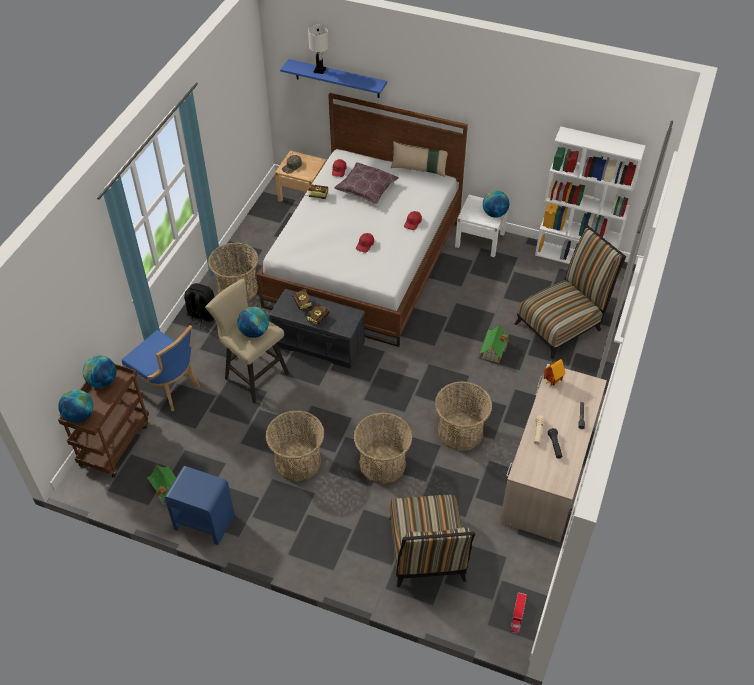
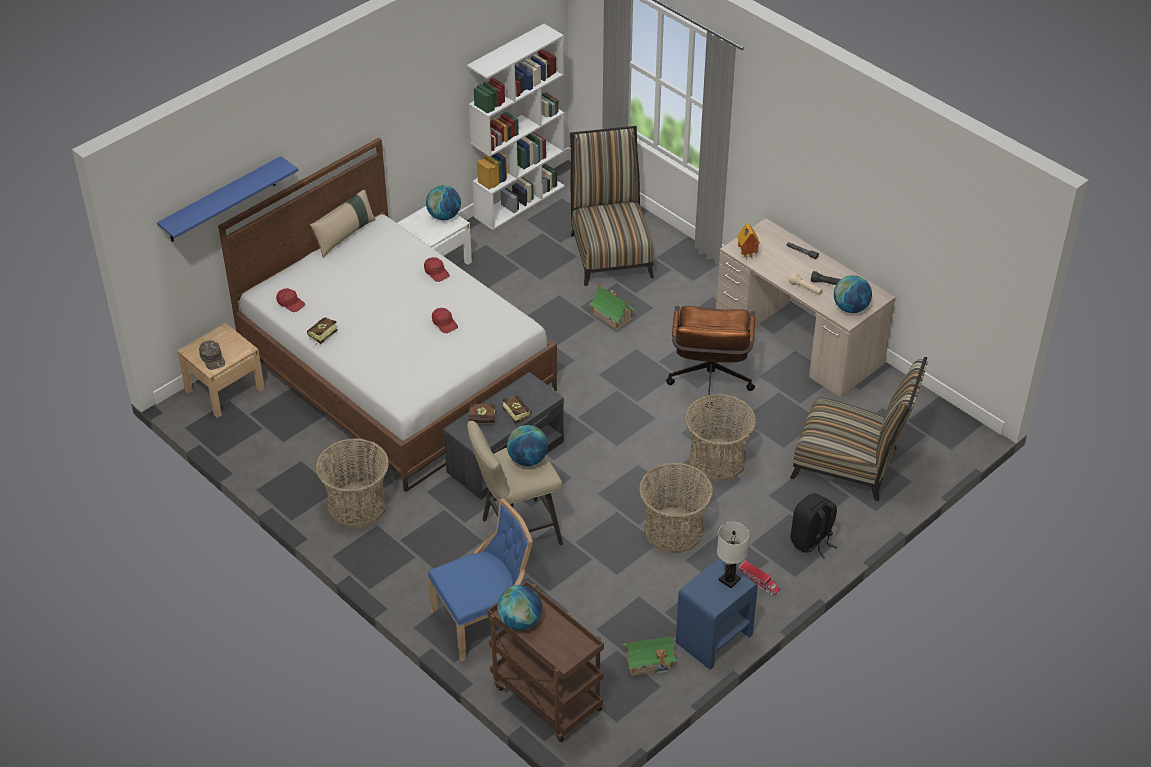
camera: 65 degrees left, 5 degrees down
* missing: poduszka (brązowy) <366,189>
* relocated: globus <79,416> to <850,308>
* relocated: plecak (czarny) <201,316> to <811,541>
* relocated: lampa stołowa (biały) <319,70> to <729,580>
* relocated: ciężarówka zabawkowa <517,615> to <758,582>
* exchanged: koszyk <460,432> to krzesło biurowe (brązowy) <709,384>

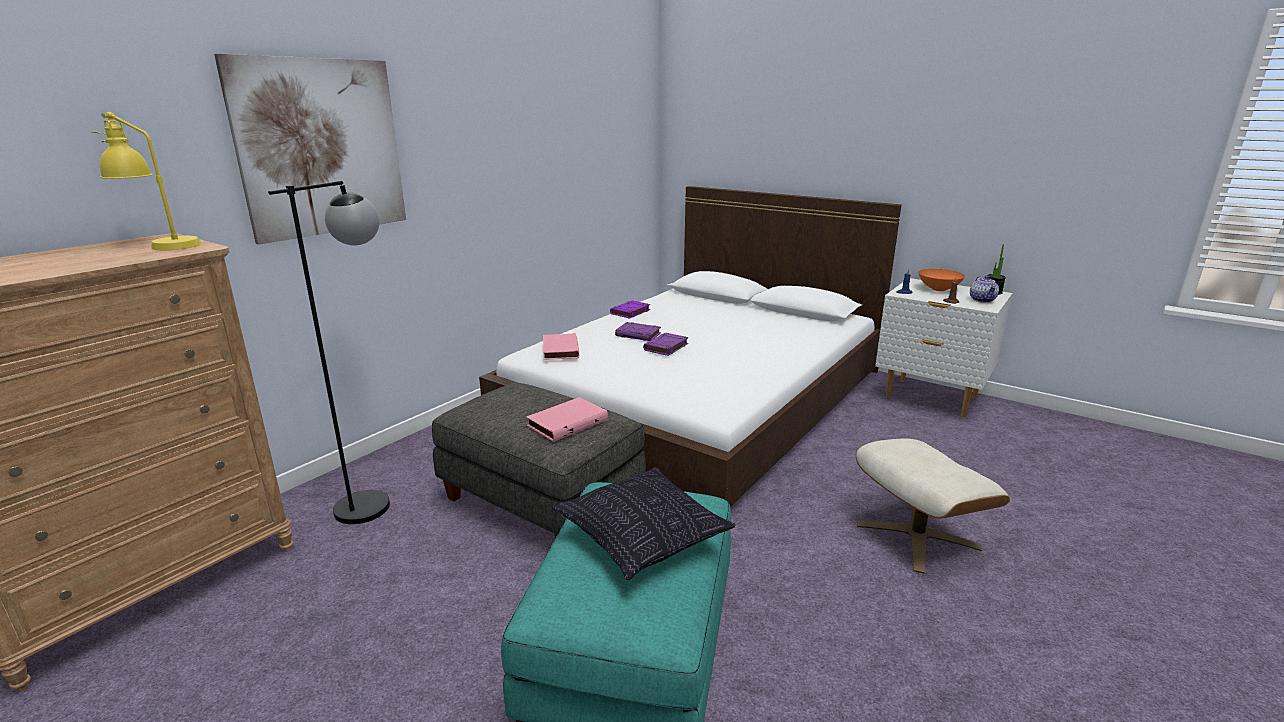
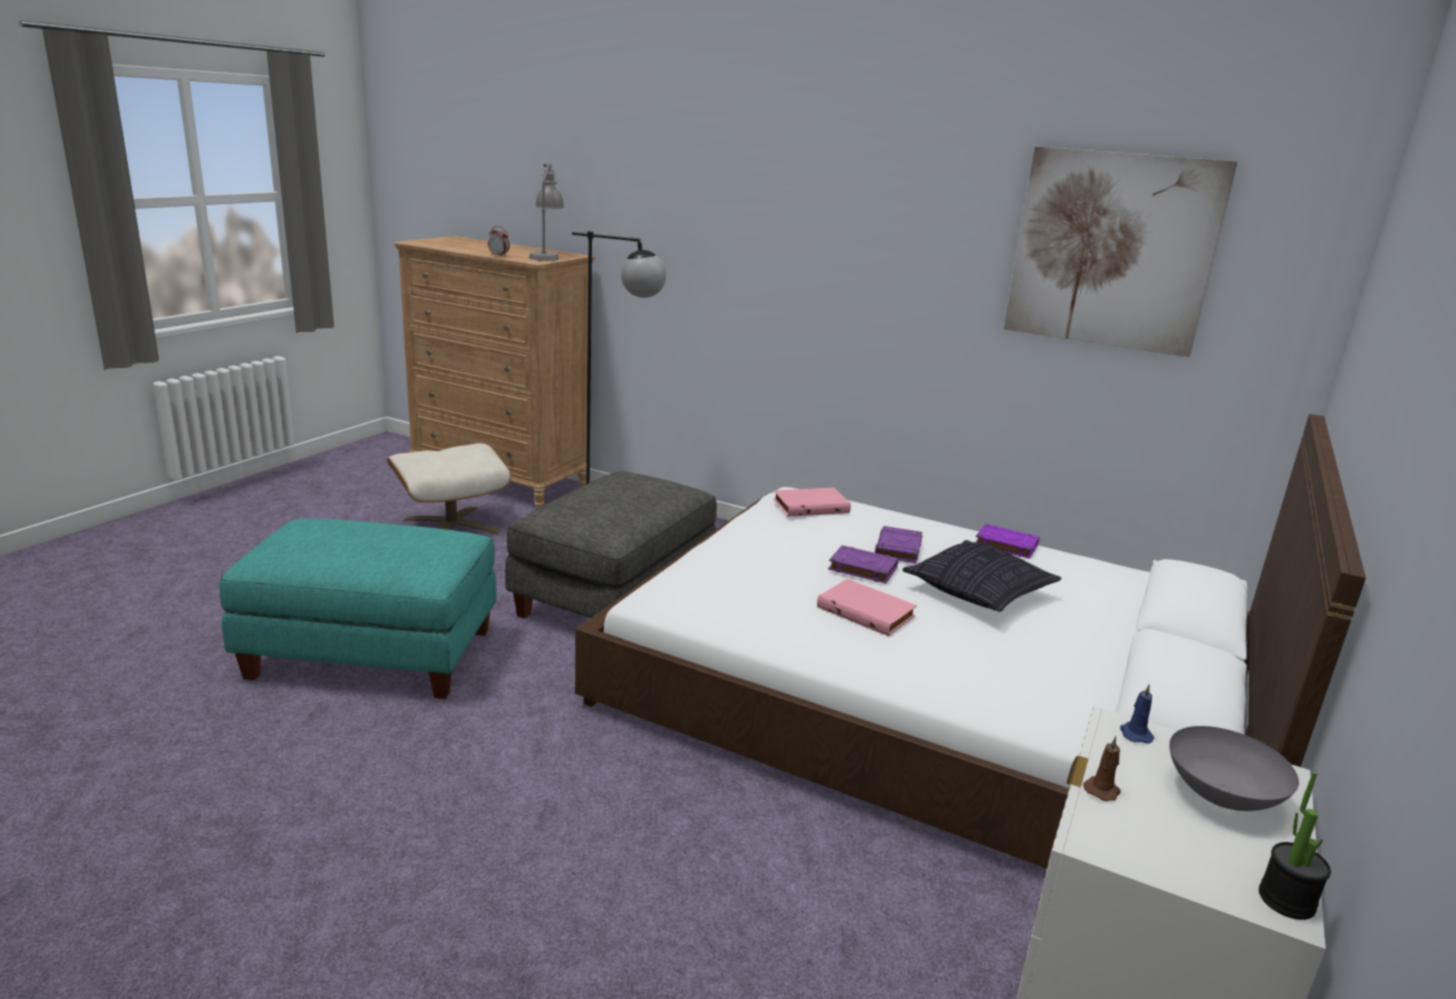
camera: 80 degrees right, 0 degrees up
* missing: imbryk <983,300>
* appeared: budzik <499,256>
* relocated: obraz <321,148> to <1112,251>
* relocated: książka (różowy) <566,422> to <867,611>
* relocated: poduszka <643,537> to <978,593>
* relocated: pufa (beżowy) <916,536> to <451,525>
* colour: lampa stołowa (żółty) <160,245> to lampa stołowa (szary) <546,256>
* colour: miska (pomarańczowy) <939,289> to miska (szary) <1219,797>

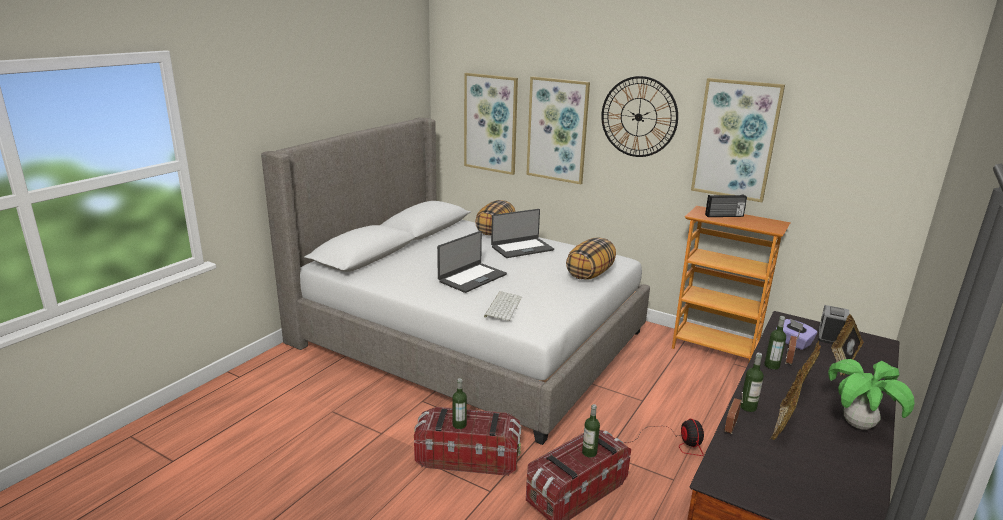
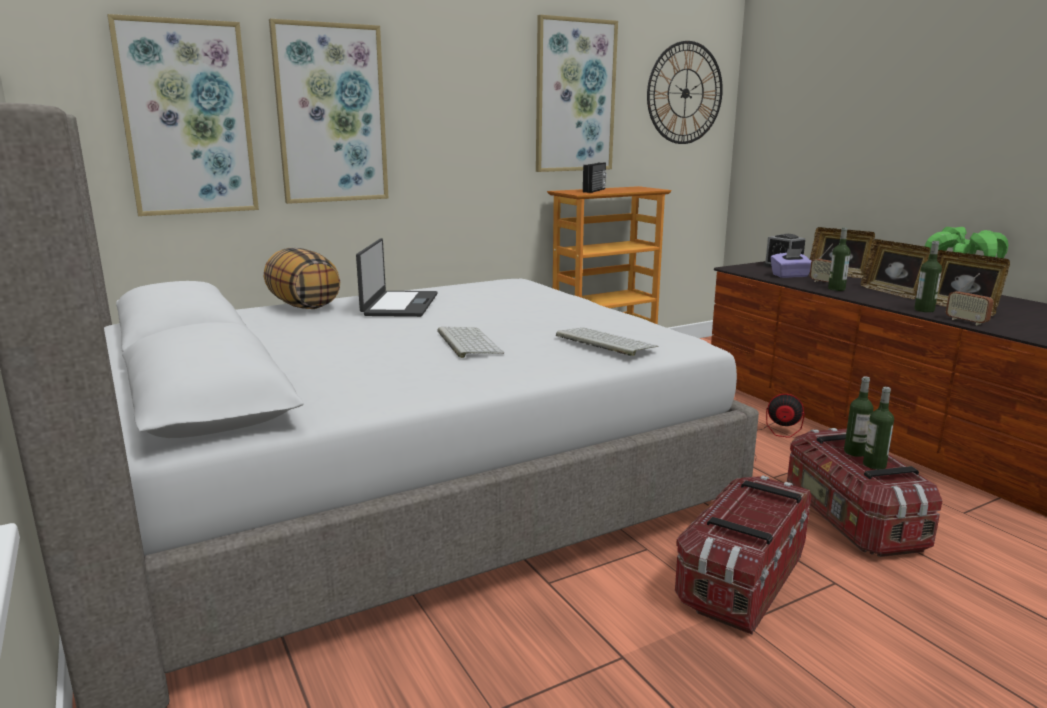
camera: 60 degrees left, 5 degrees down
* missing: poduszka <589,274>
* relocated: butelka <459,425> to <874,465>
* relocated: zegar ścienny <638,117> to <685,93>
* exchanged: laptop <472,278> to klawiatura <467,342>

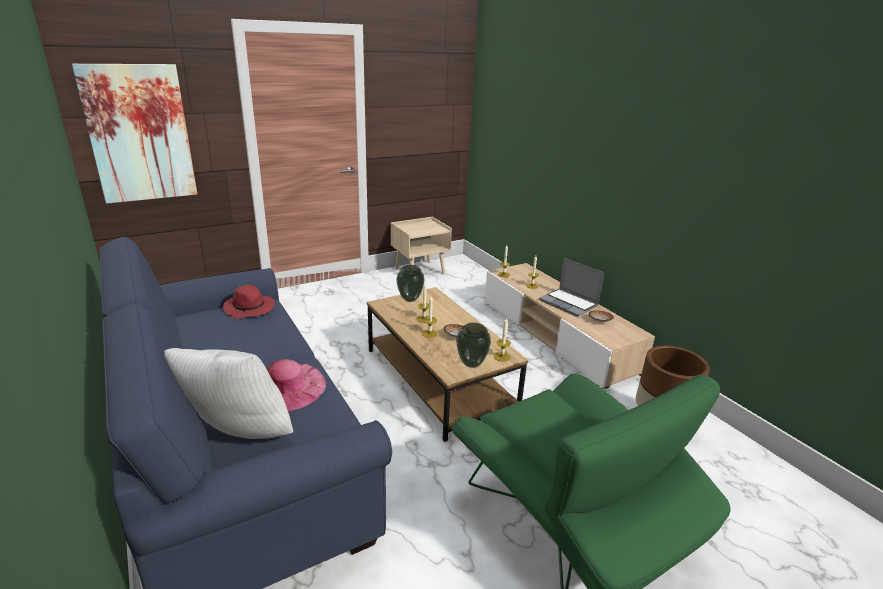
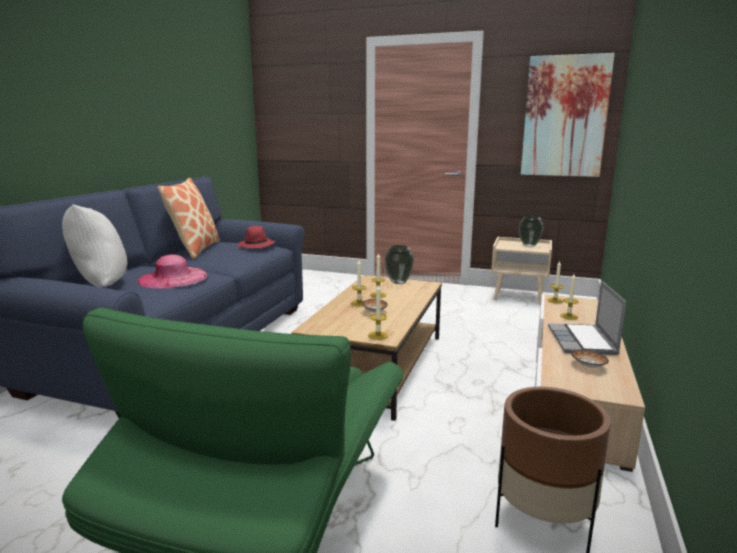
camera: 50 degrees right, 10 degrees down
* appeared: poduszka <194,249>
* relocated: obraz <139,134> to <565,117>
* relocated: wazon <471,364> to <528,246>

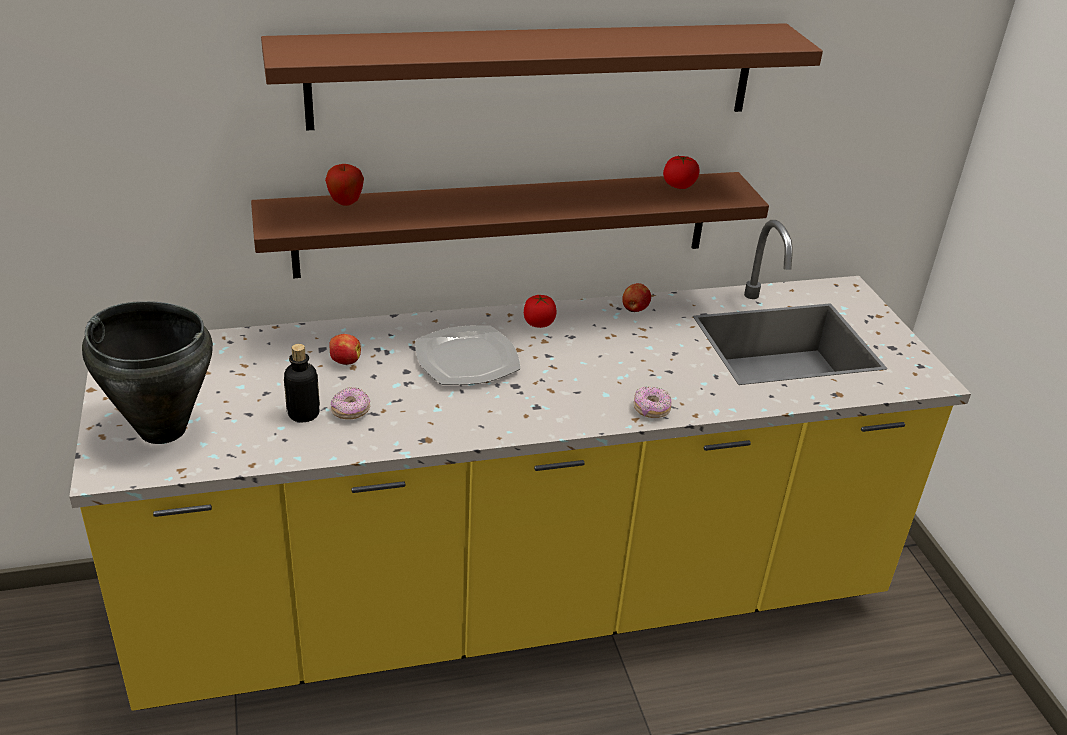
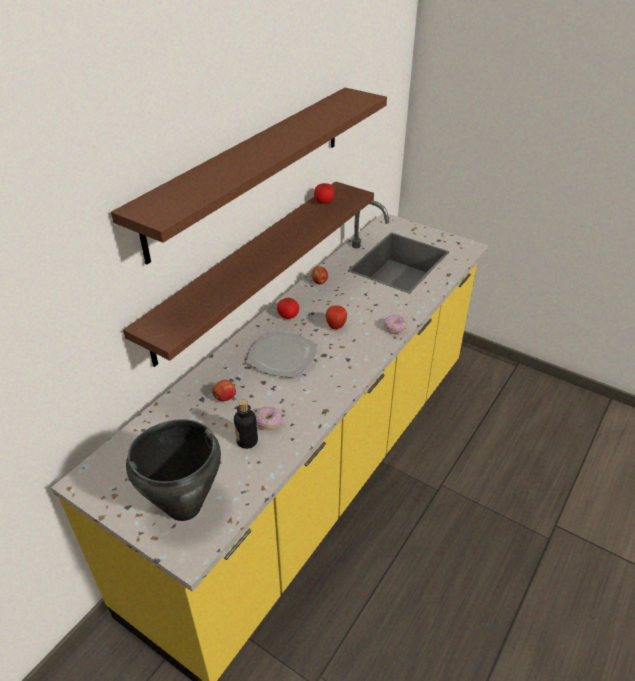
camera: 40 degrees left, 5 degrees up
* relocated: jabłko <346,203> to <335,327>

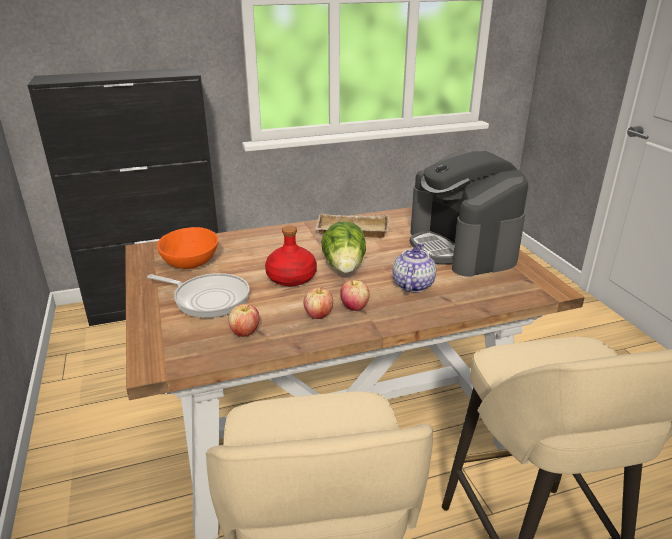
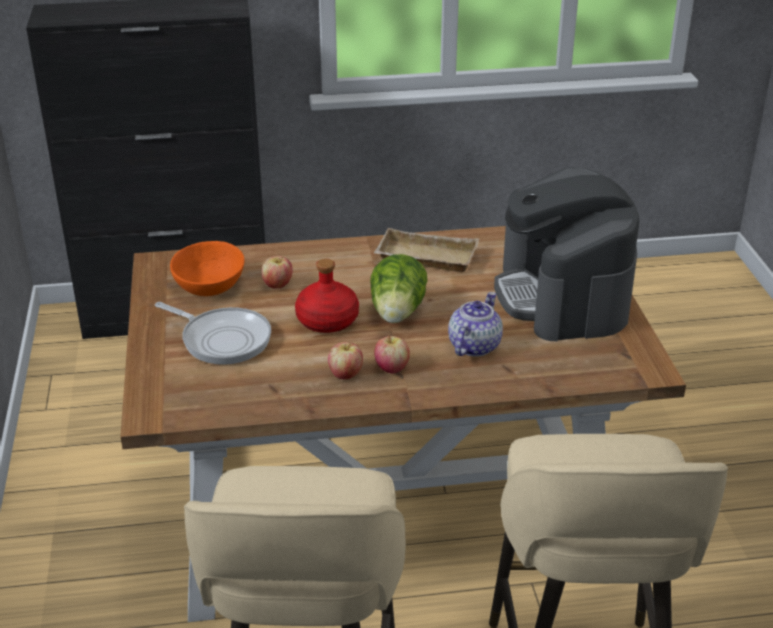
camera: 10 degrees right, 5 degrees up
* relocated: jabłko <245,332> to <277,285>

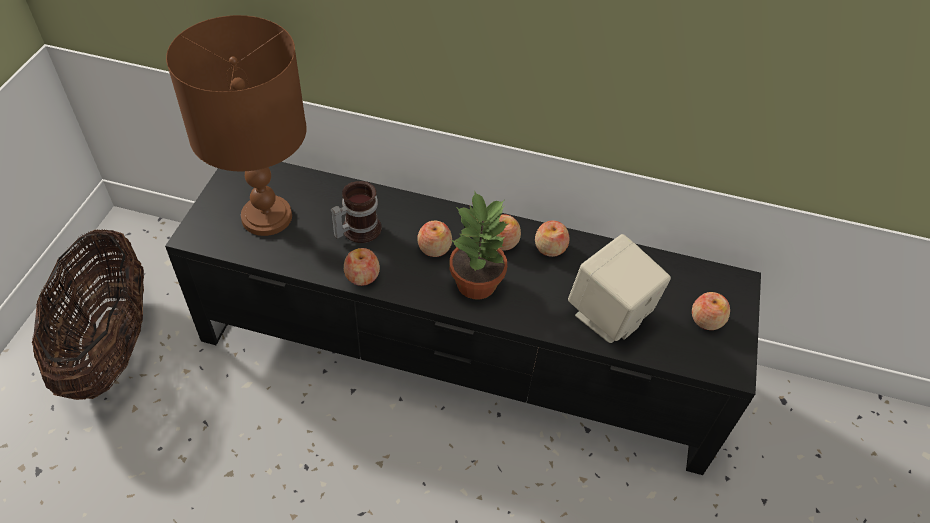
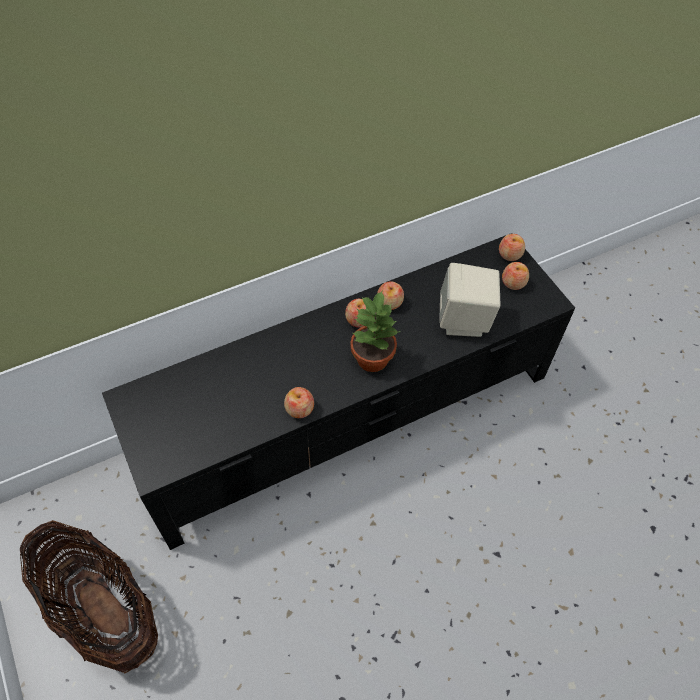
camera: 40 degrees left, 5 degrees up
* missing: lampa stołowa (brązowy) <267,217>
* missing: kubek <357,229>
* relocated: jabłko <434,248> to <509,254>

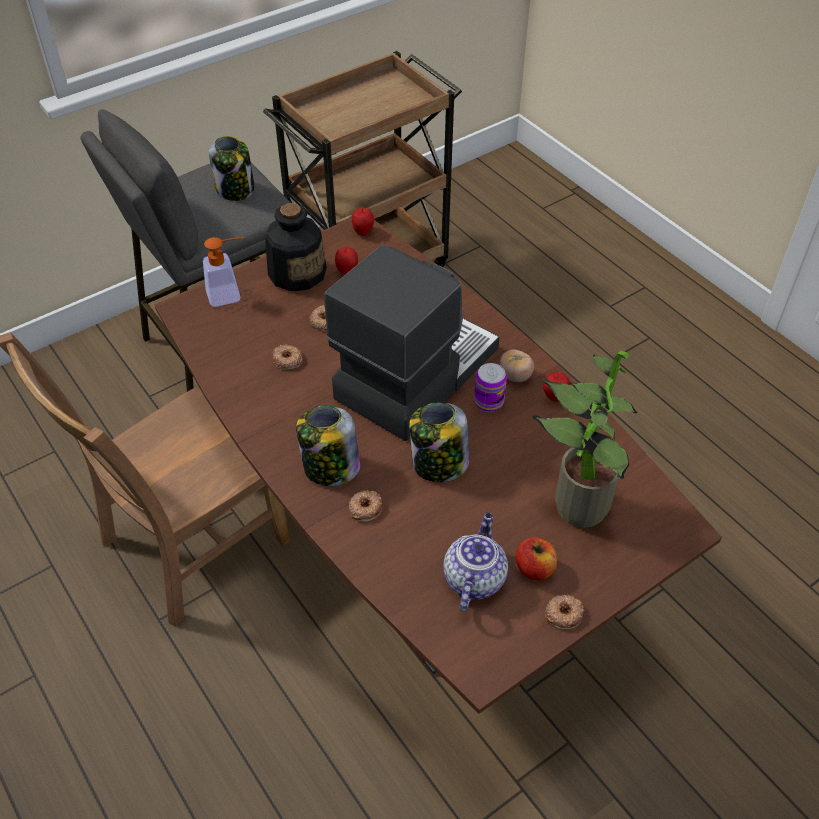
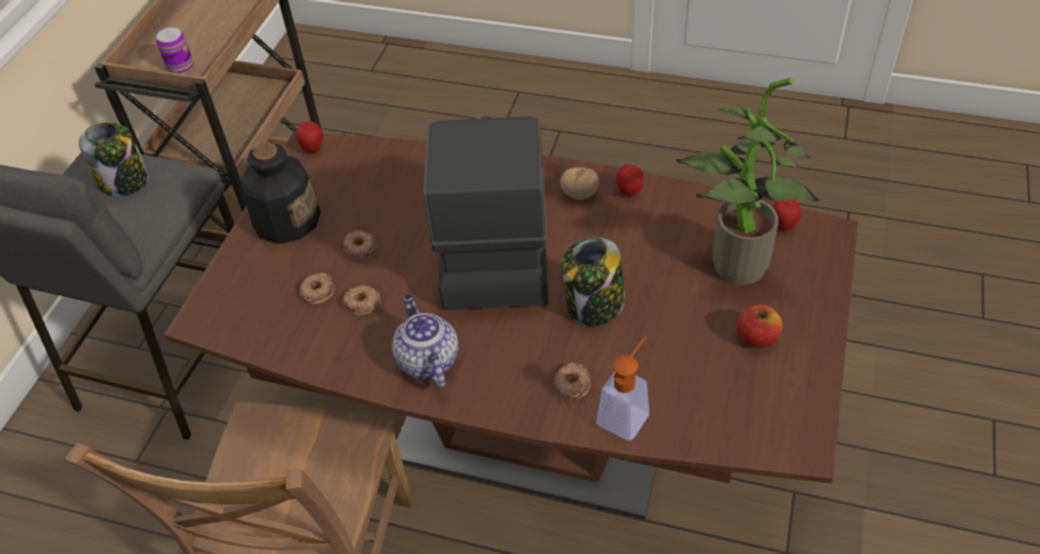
camera: 35 degrees left, 0 degrees up
* missing: słoik <330,468>
* relocated: dozownik mydła <230,294> to <627,413>
* relocated: jabłko <347,271> to <782,226>
* relocated: imbryk <474,578> to <427,360>
* relocated: puszka <489,402> to <180,66>
* relocated: donut <564,613> to <317,291>

